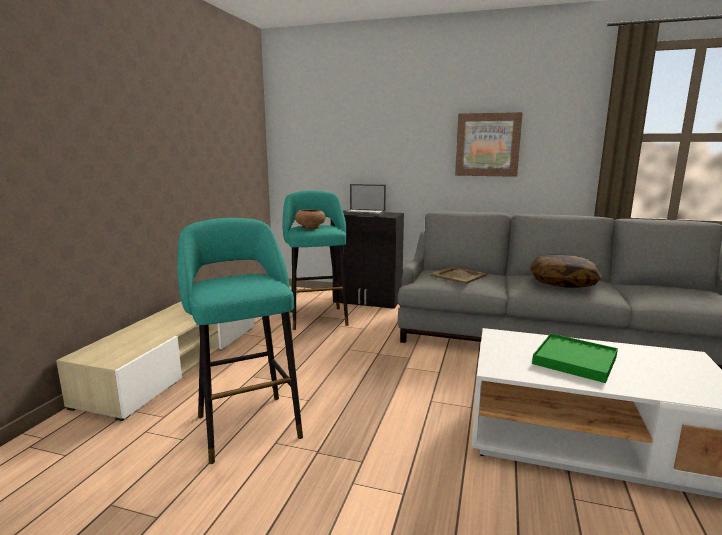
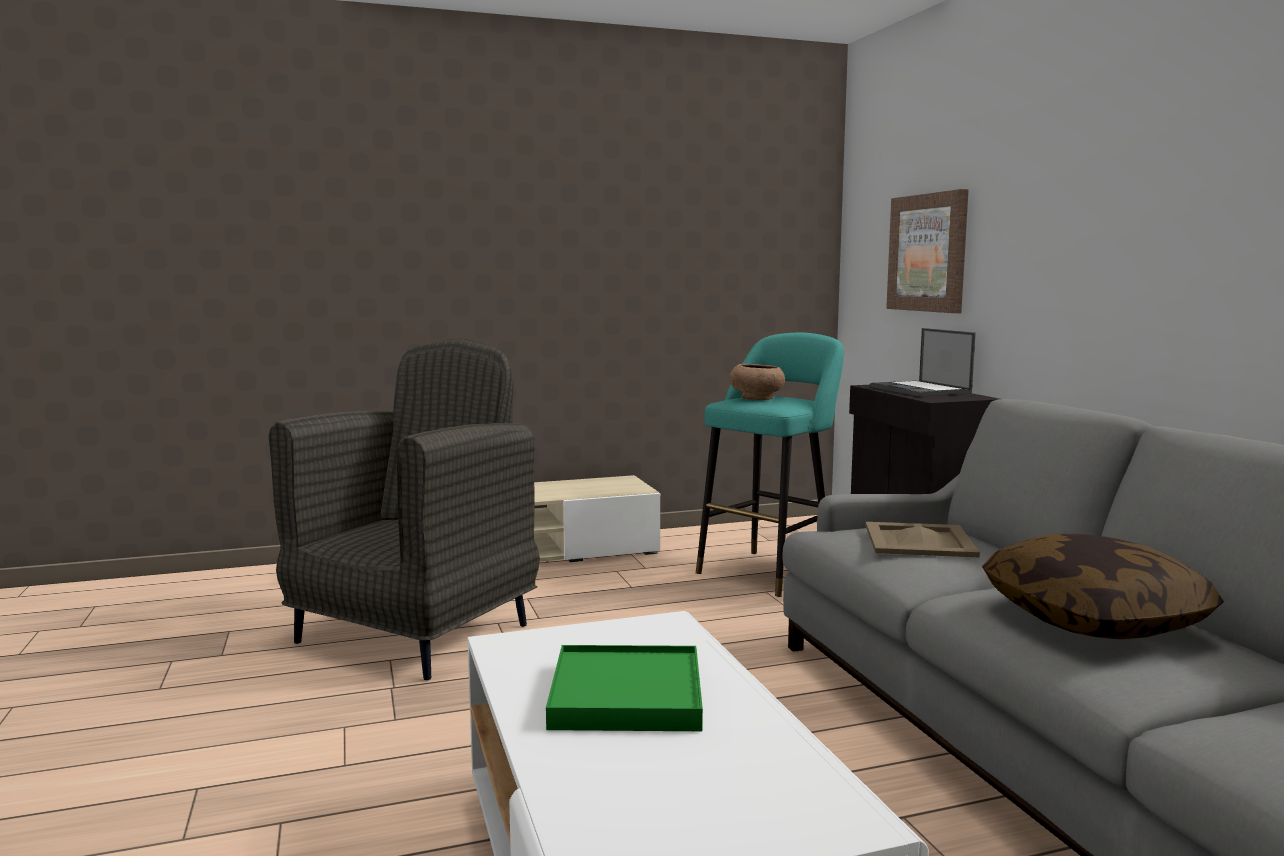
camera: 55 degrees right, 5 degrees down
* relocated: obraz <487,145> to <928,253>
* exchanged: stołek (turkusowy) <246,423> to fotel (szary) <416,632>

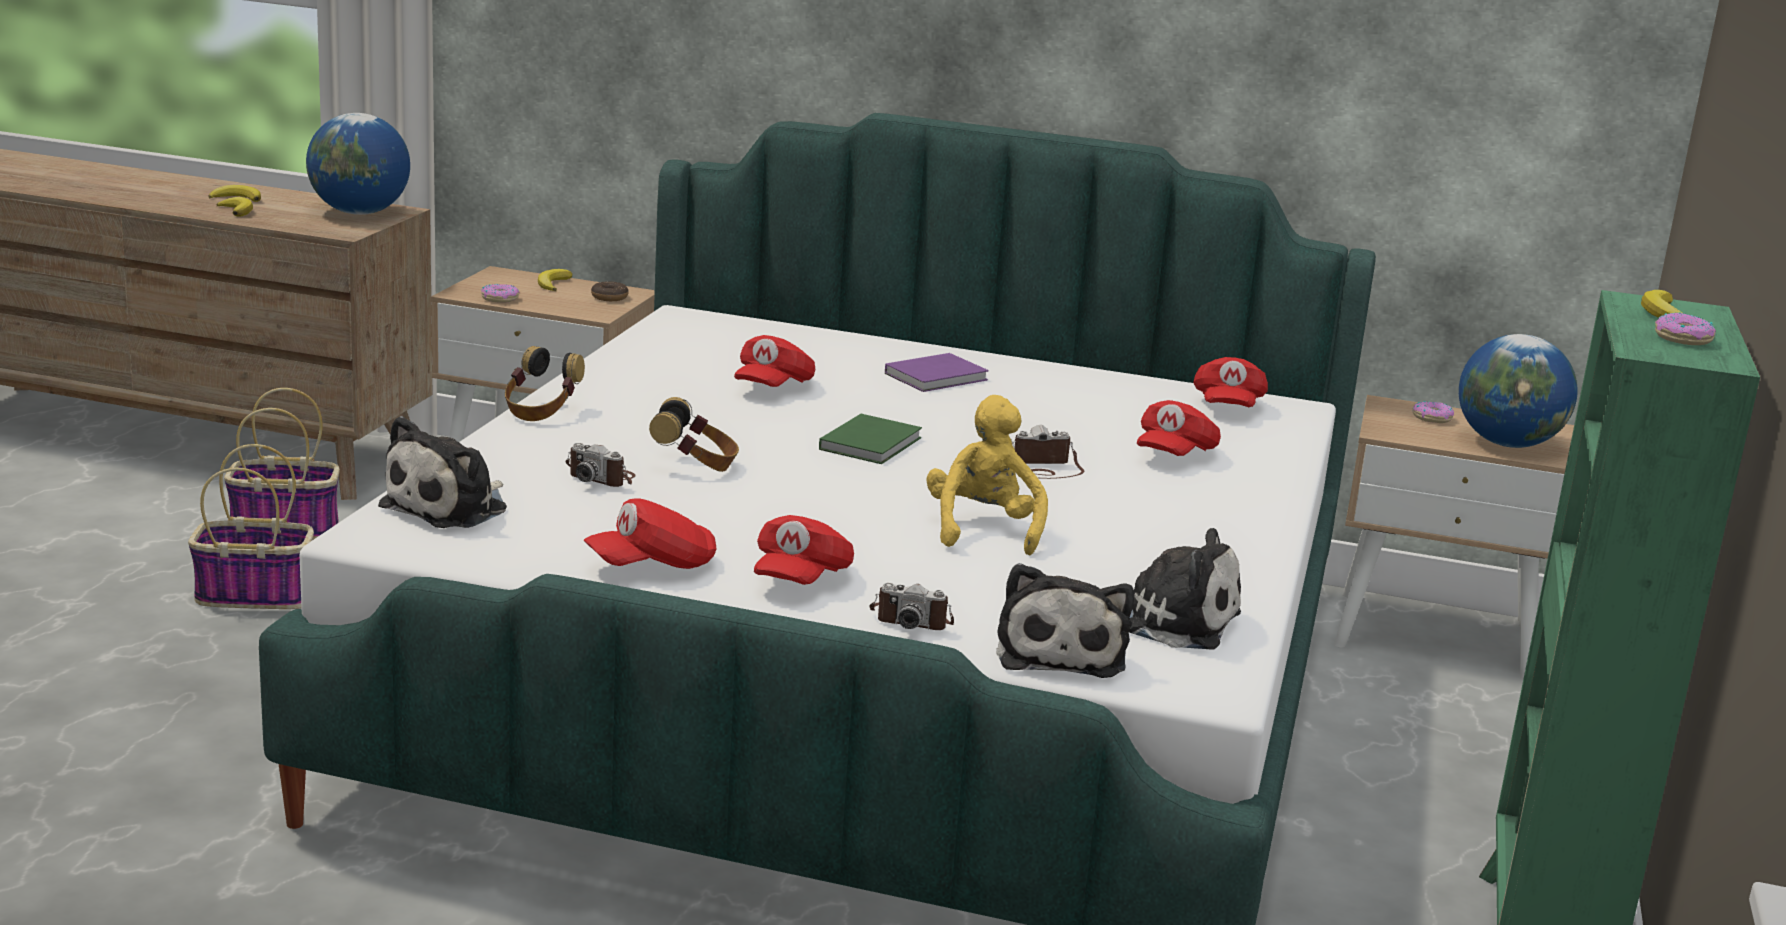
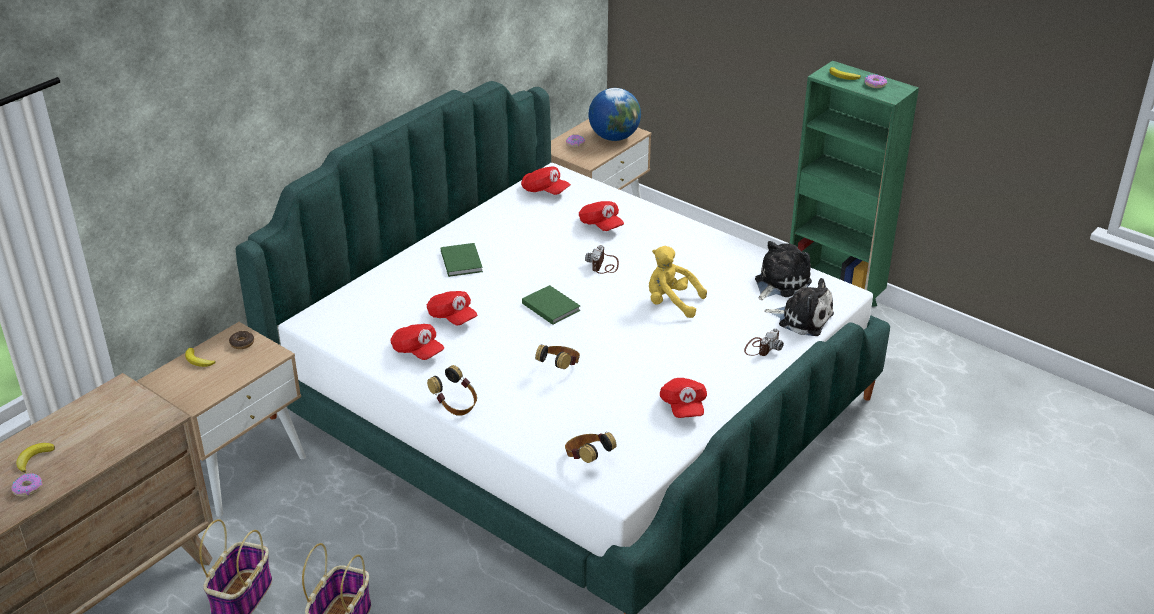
camera: 65 degrees left, 15 degrees up
* missing: banan <237,211>
* missing: globus <359,213>
* missing: aparat fotograficzny <602,478>
* relocated: donut <500,299> to <28,488>
* relocated: czapka z daszkiem (czerwony) <800,578> to <417,351>
* exchanged: pluszak <450,507> to słuchawki <587,459>
* colour: książka (fioletowy) <939,377> to książka (zielony) <462,261>

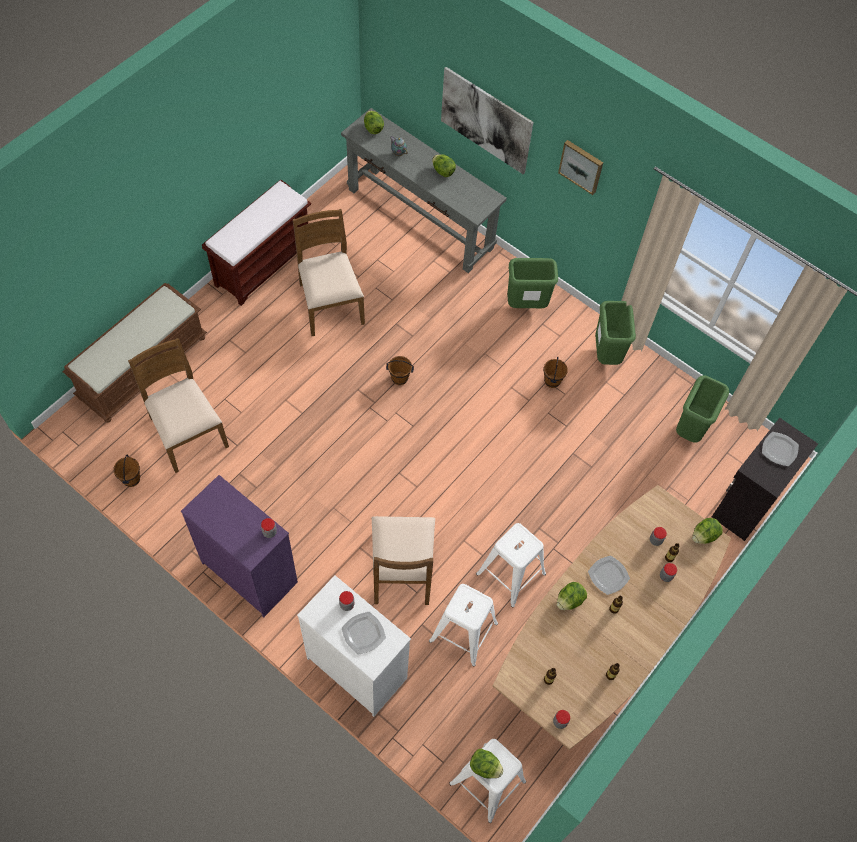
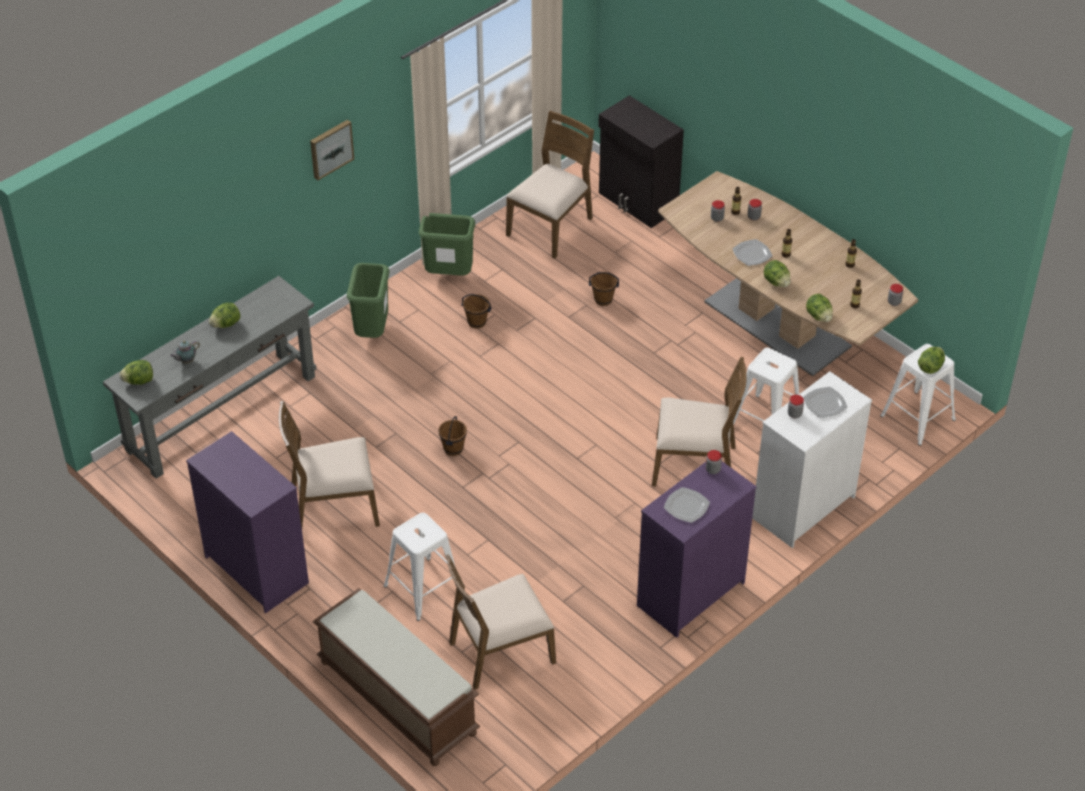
camera: 80 degrees left, 15 degrees down
* missing: obraz <486,120>
* relocated: wiadro (brązowy) <131,479> to <603,299>
* relocated: stołek (biały) <511,572> to <422,588>
* relocated: sałata <704,536> to <819,316>
* relocated: talerz <779,450> to <686,507>
* exchanged: ławka (brązowy) <263,263> to komoda (fioletowy) <257,569>
* exchanged: kosz na śmieci (zielony) <691,430> to krzesło (brązowy) <551,227>

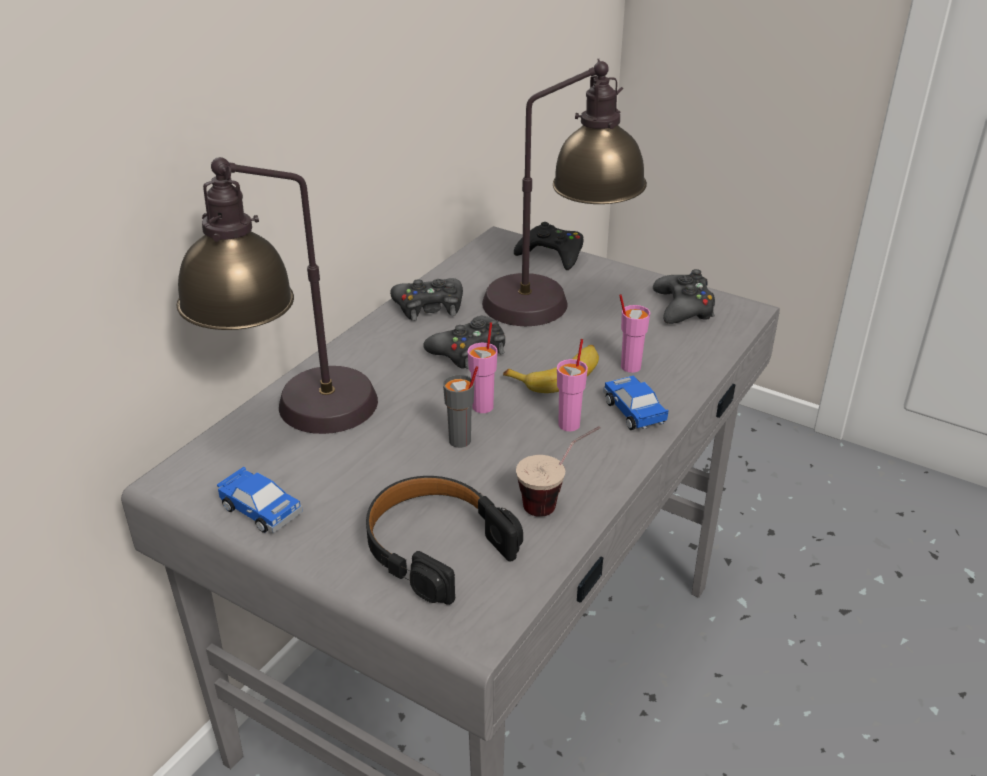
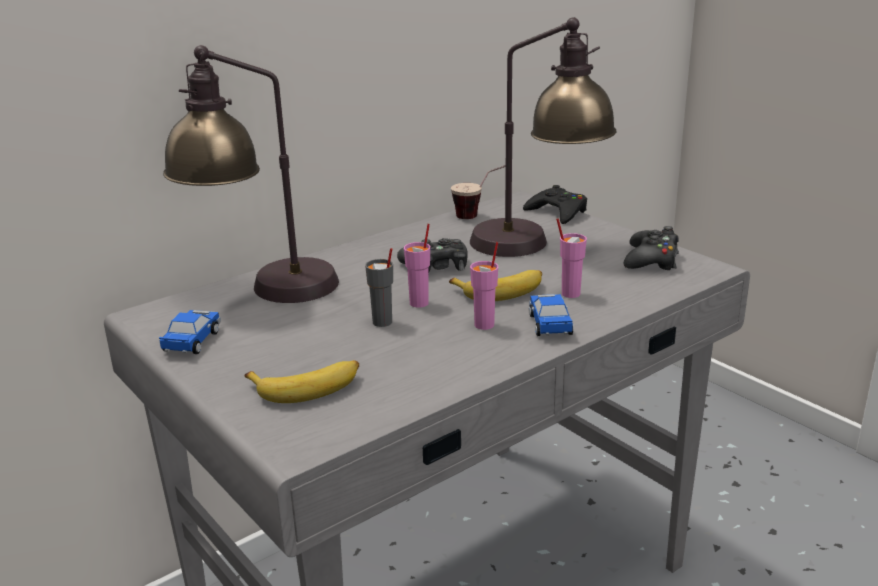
camera: 20 degrees right, 10 degrees down
* missing: pad do gier (czarny) <429,307>
* relocated: filiżanka <557,501> to <479,215>
* exchanged: słuchawki (czarny) <436,546> to banan <307,387>
* spun: samochodzik <260,510> = <191,342> 135 degrees counterclockwise

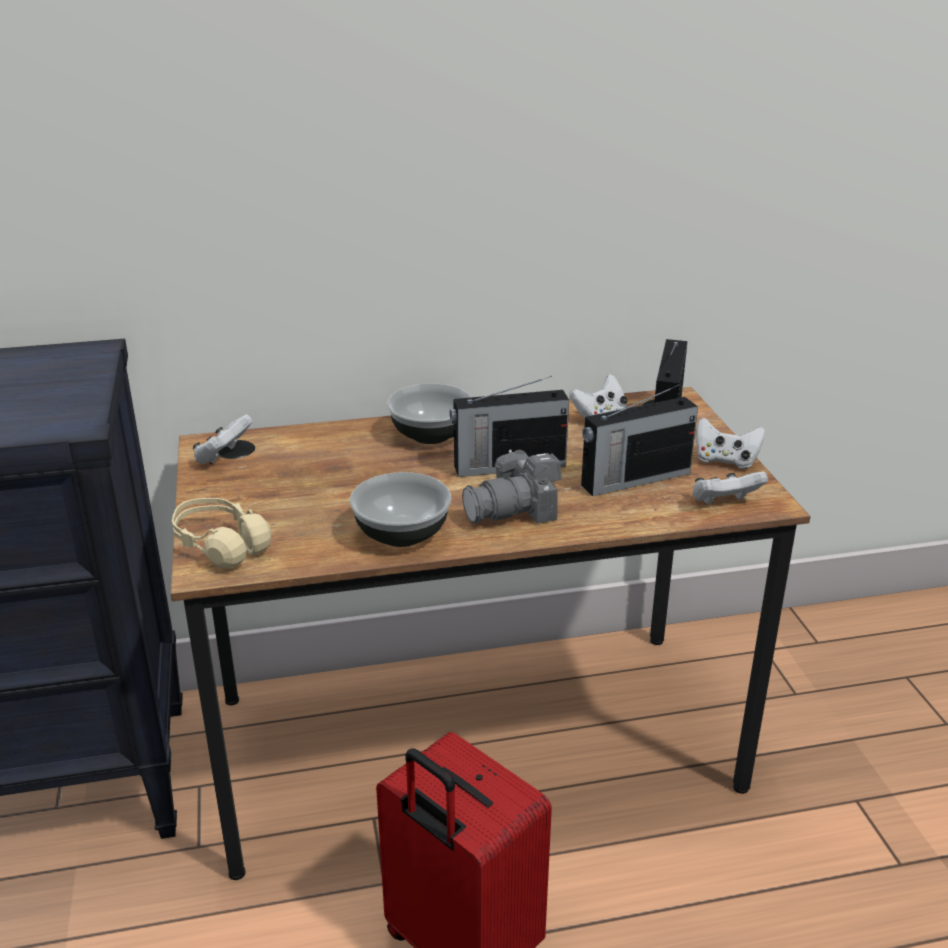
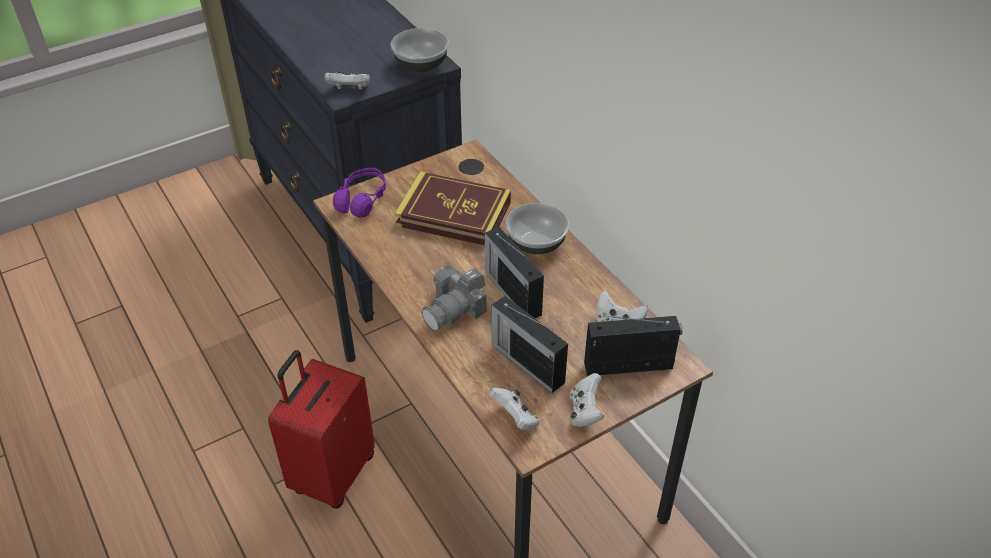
camera: 70 degrees right, 15 degrees up
* appeared: książka <453,214>
* relocated: pad do gier (biały) <223,457> to <350,90>
* relocated: miska <401,535> to <420,65>
* colour: słuchawki (beżowy) <220,545> to słuchawki (fioletowy) <362,200>
* spun: aparat fotograficzny <515,509> = <455,309> 90 degrees counterclockwise

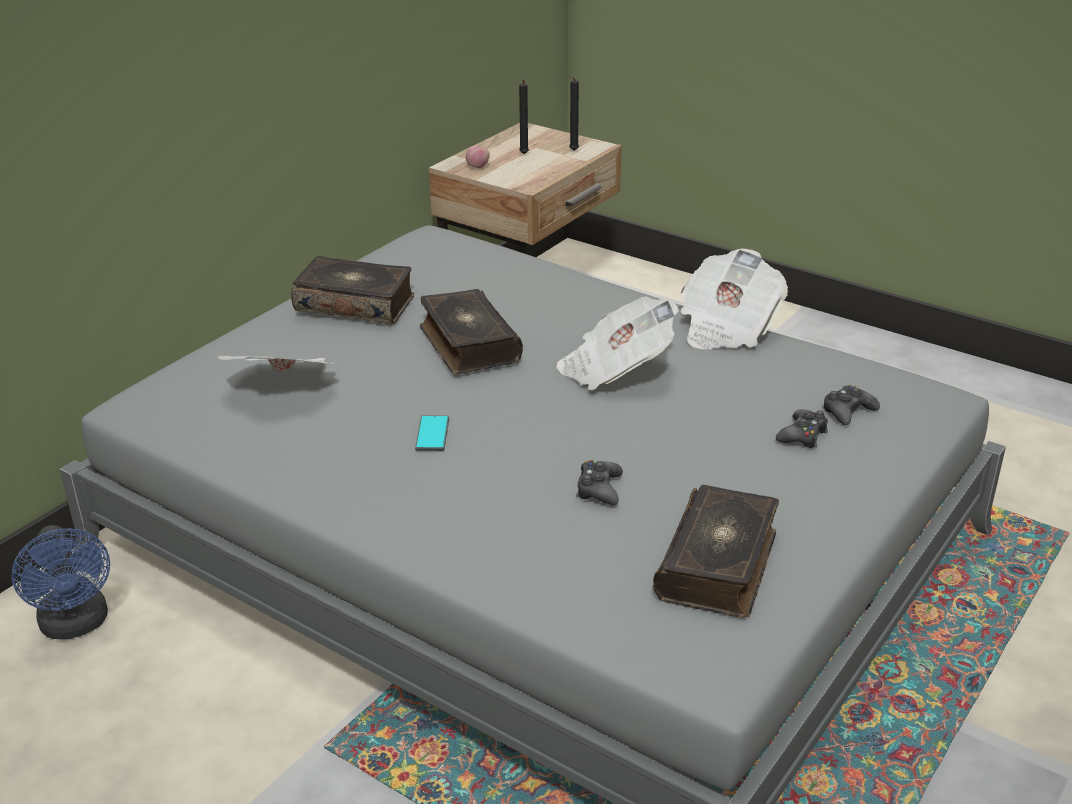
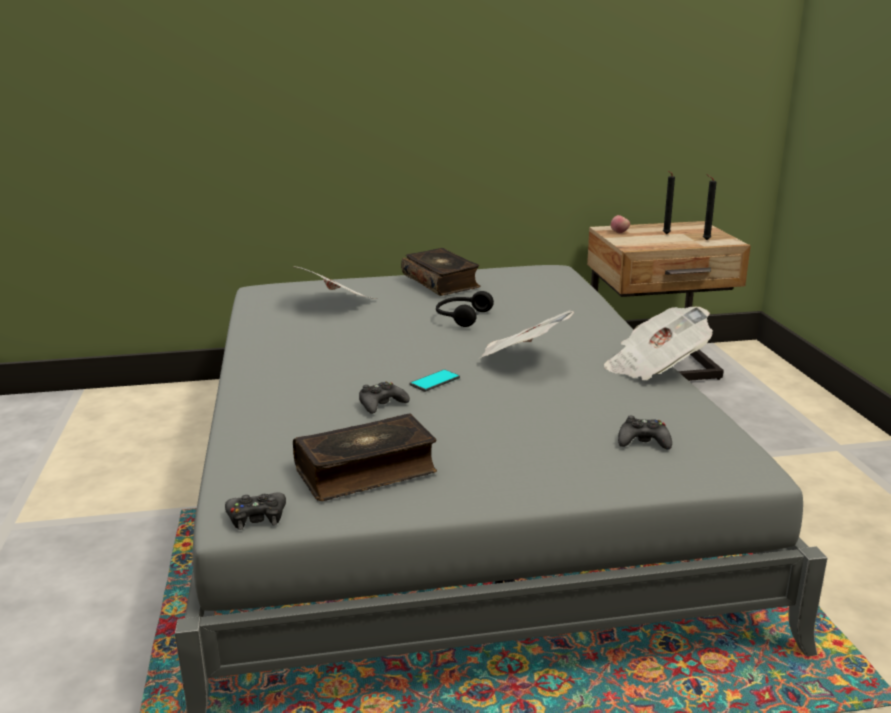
camera: 45 degrees right, 10 degrees down
* missing: wentylator (niebieski) <76,625>
* relocated: telefon <432,434> to <435,381>
* relocated: pad do gier (czarny) <802,435> to <257,517>
* exchanged: książka <467,344> to słuchawki (czarny) <461,317>

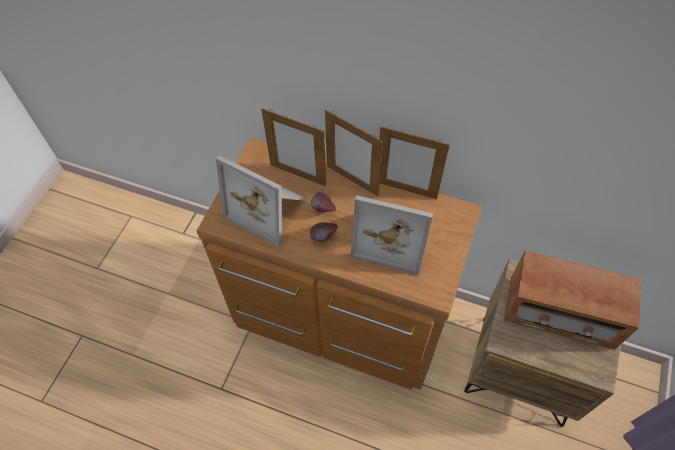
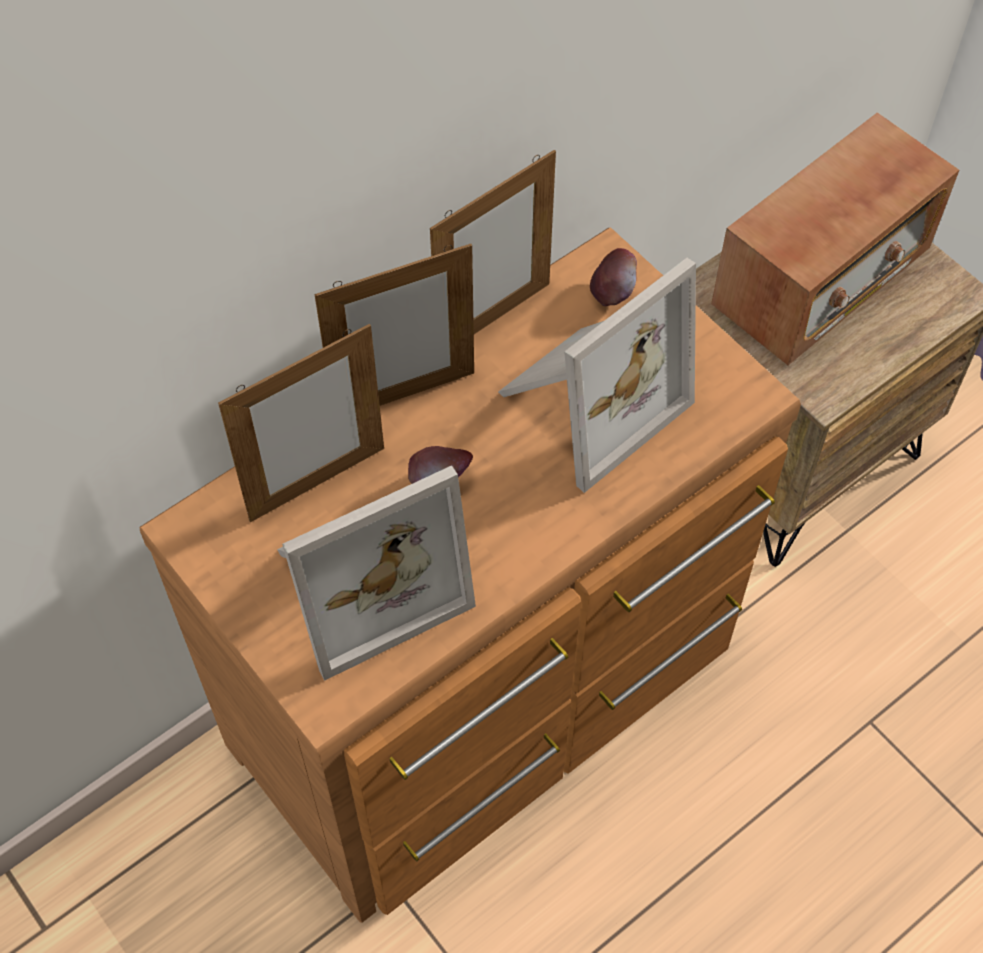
camera: 60 degrees left, 0 degrees up
* relocated: jabłko <323,237> to <611,293>

